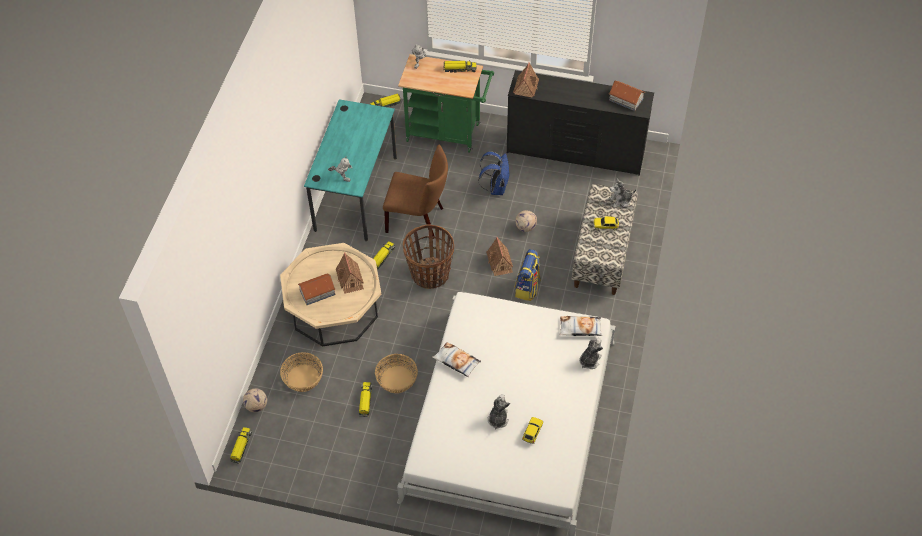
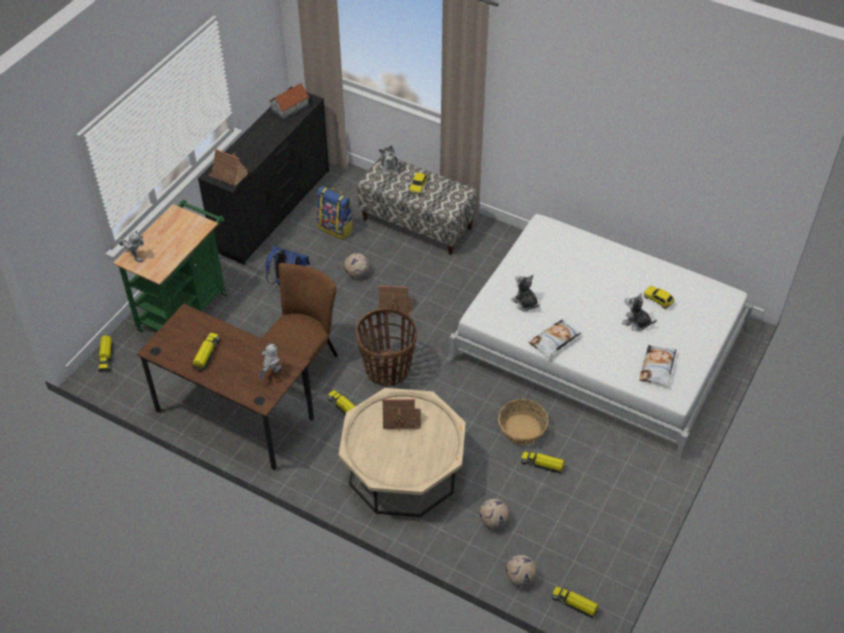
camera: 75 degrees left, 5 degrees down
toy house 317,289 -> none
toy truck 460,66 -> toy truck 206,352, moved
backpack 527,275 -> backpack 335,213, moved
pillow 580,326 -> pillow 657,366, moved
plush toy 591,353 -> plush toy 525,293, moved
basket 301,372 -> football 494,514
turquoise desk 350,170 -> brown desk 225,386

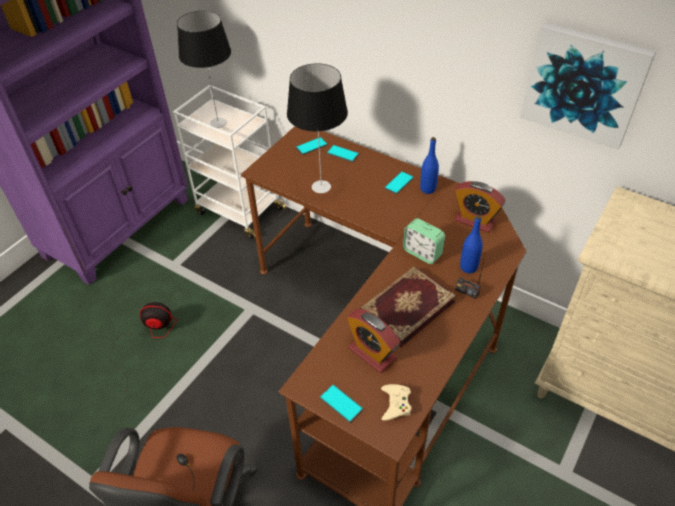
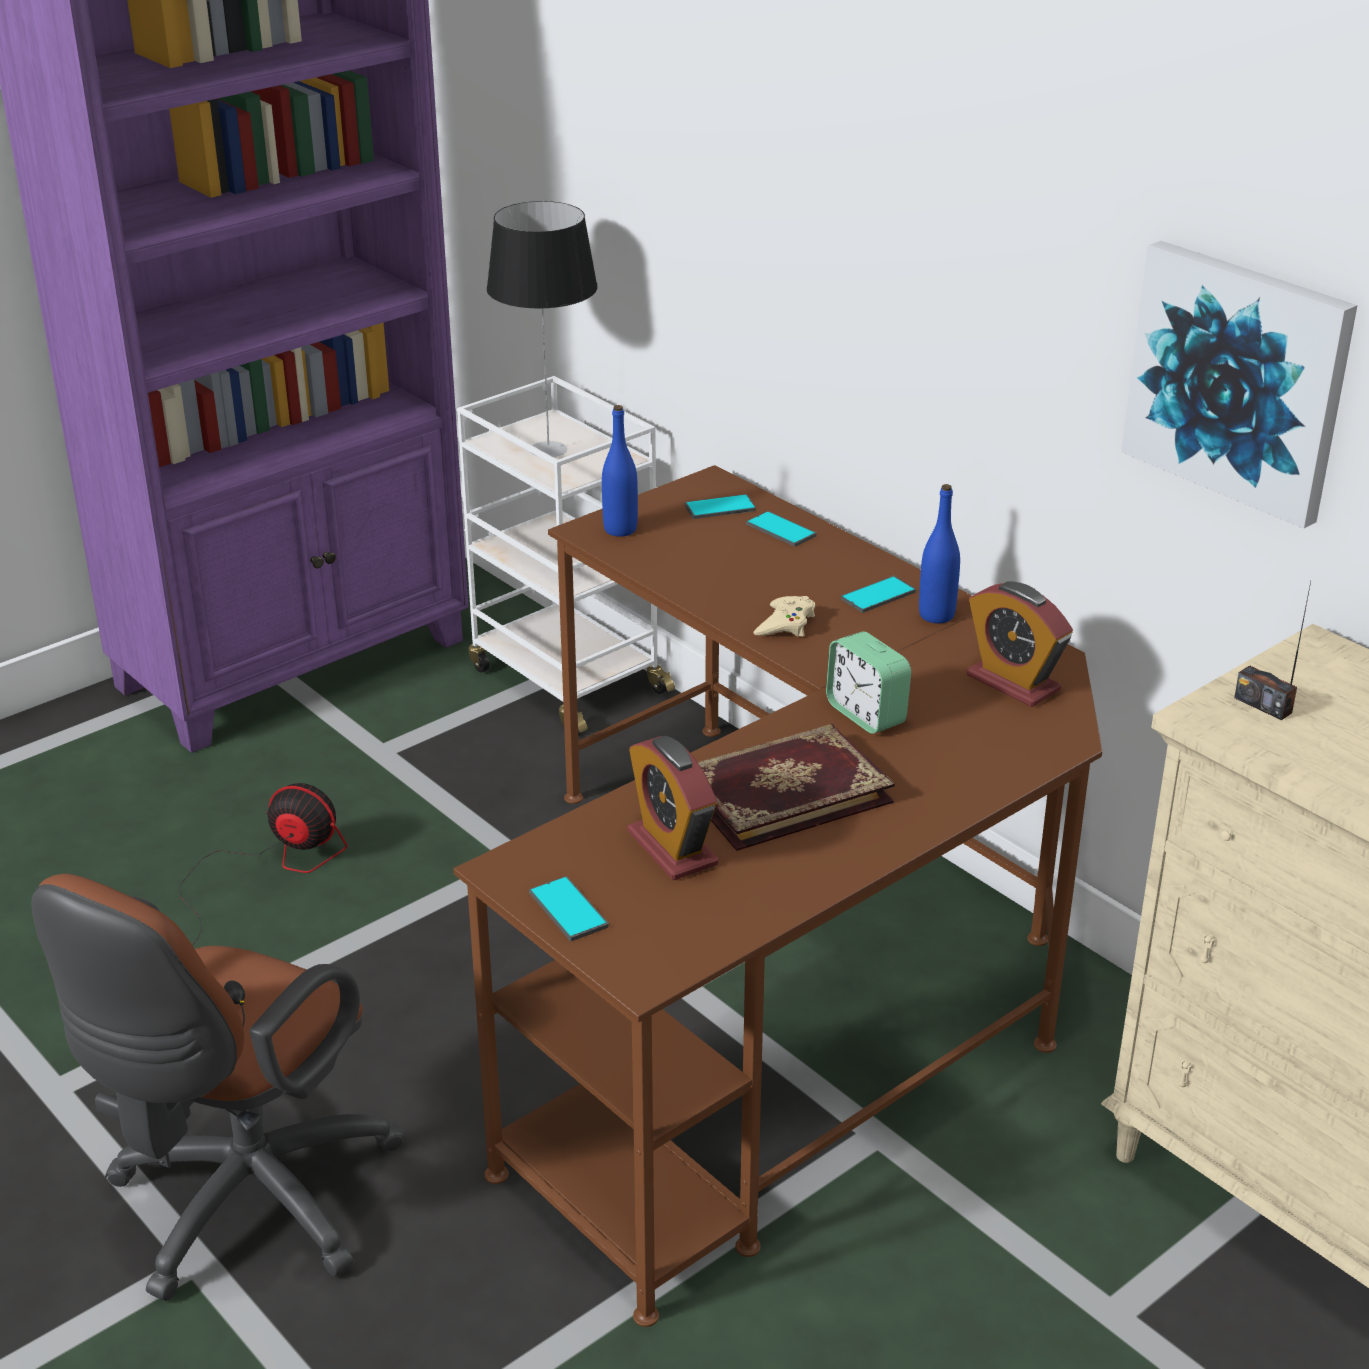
camera: 15 degrees right, 15 degrees down
table lamp 317,128 -> none
beige game controller 396,402 -> beige game controller 784,616, moved
radio 470,275 -> radio 1272,651, moved
blue bottle 471,244 -> blue bottle 620,471, moved

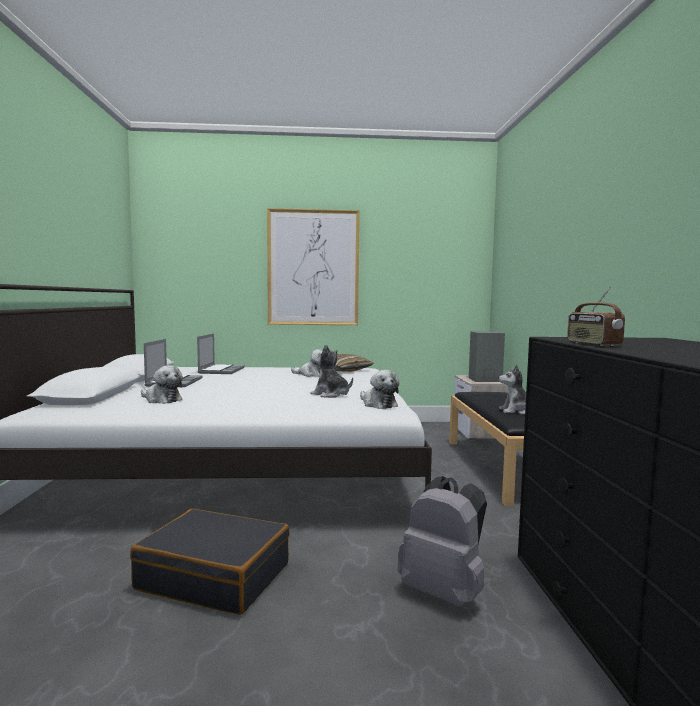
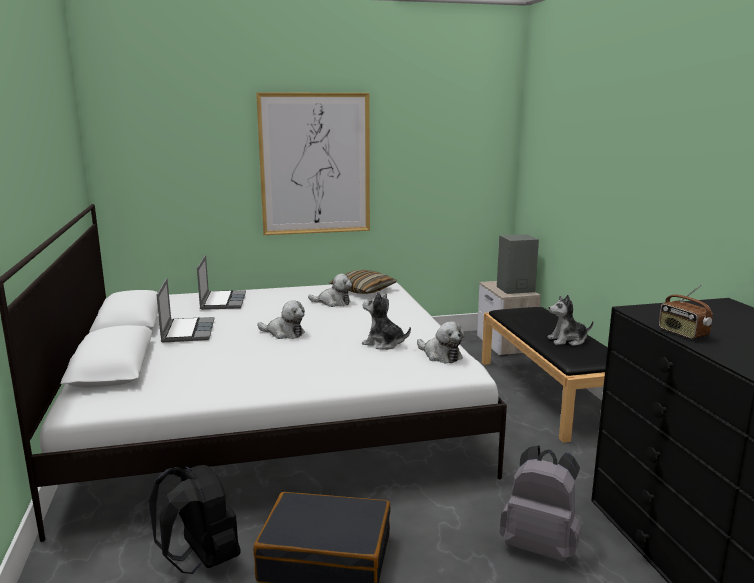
camera: 10 degrees left, 10 degrees up
none -> black backpack 195,519
plush toy 162,384 -> plush toy 281,319, moved

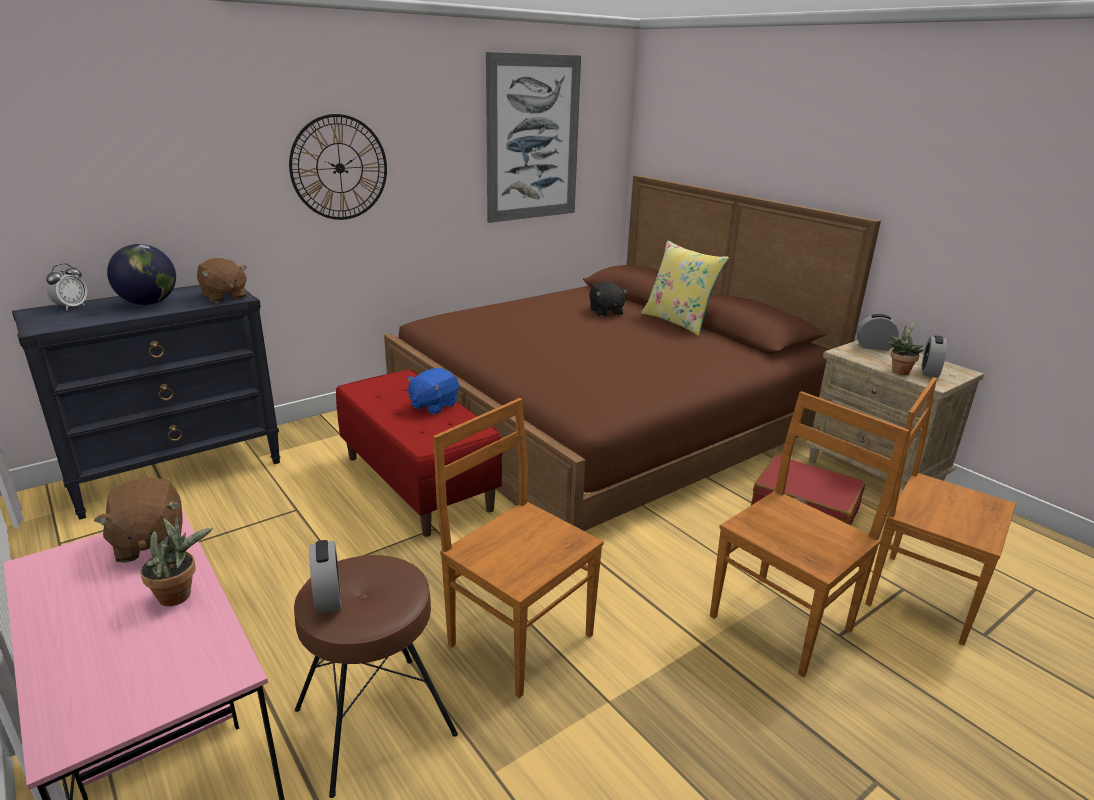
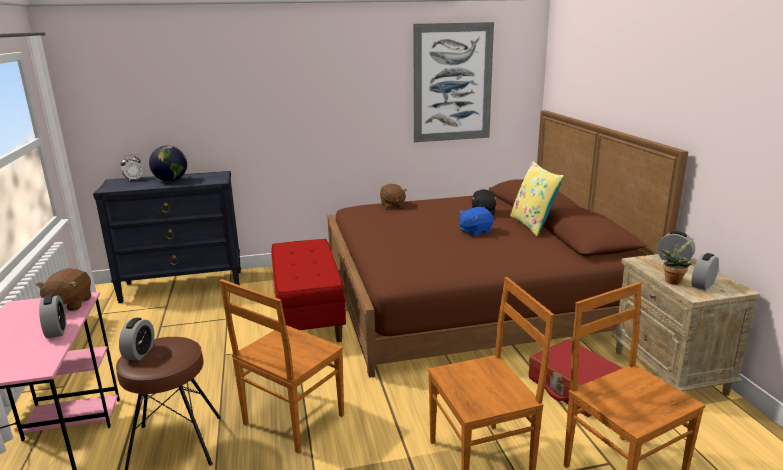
camera: 25 degrees right, 5 degrees down
wall clock 338,167 -> none
brown plush toy 222,280 -> brown plush toy 393,196, moved
blue plush toy 433,391 -> blue plush toy 476,221, moved
potted plant 176,561 -> alarm clock 52,316
brown chair 518,548 -> brown chair 282,366, 120 degrees counterclockwise

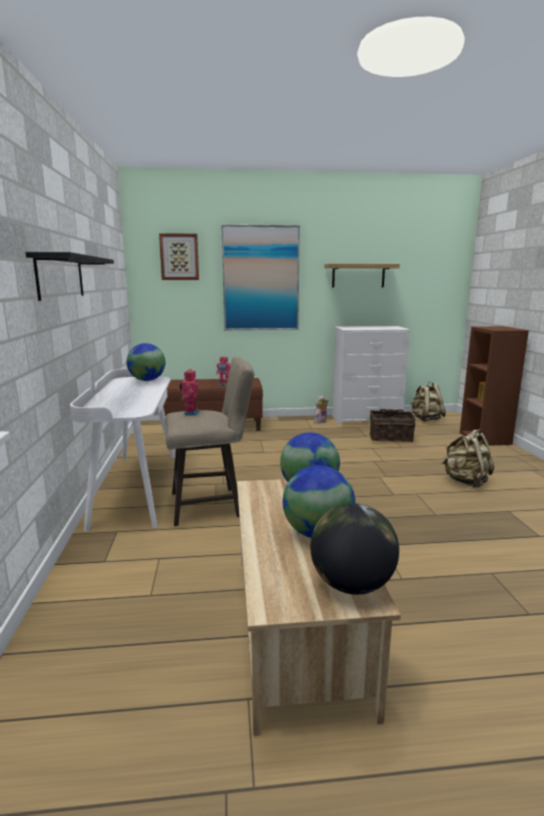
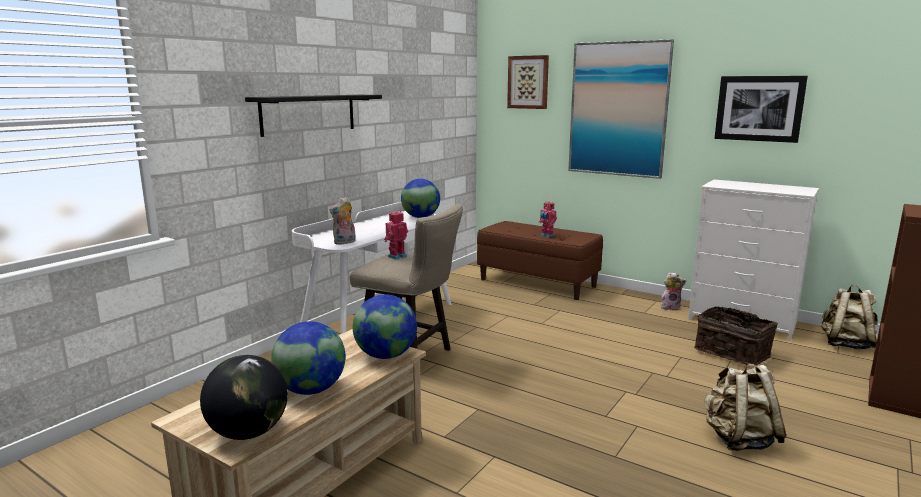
camera: 40 degrees right, 0 degrees up
none -> plush toy 343,221
shelf 362,276 -> picture 761,109

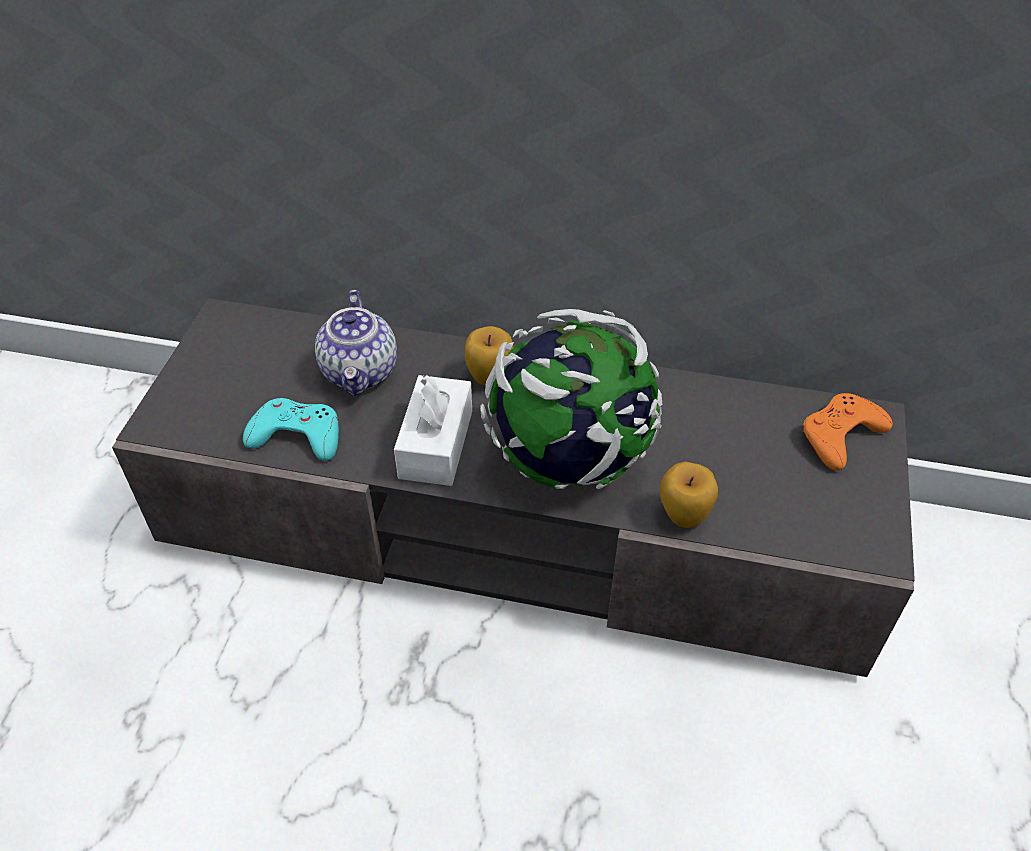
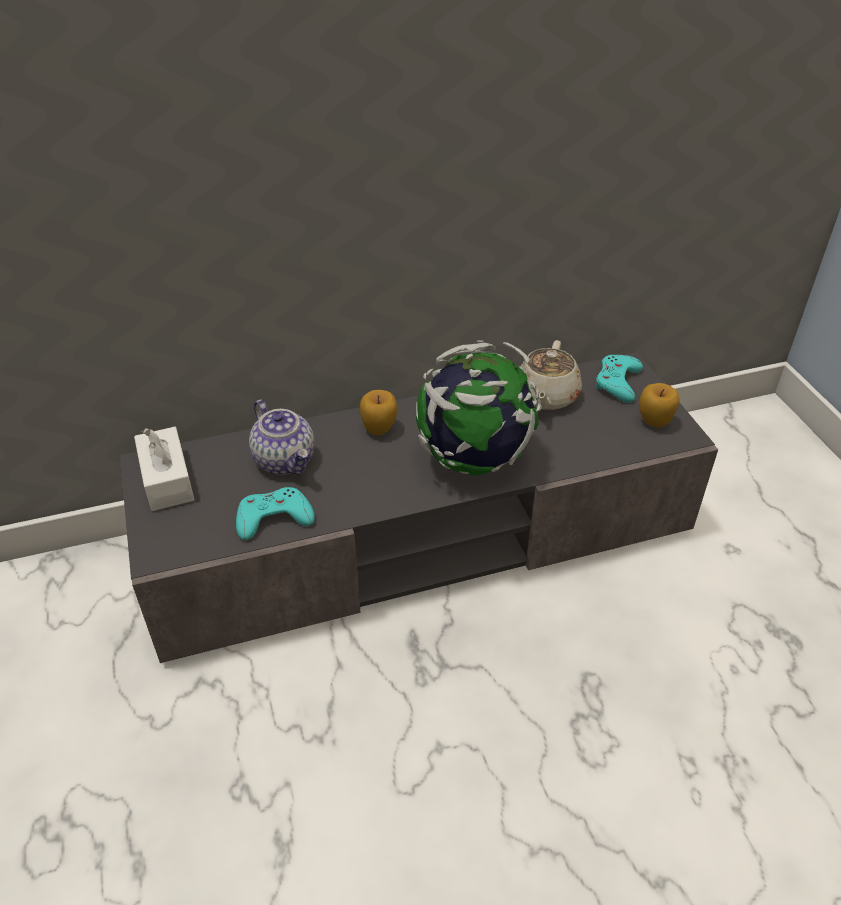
camera: 30 degrees left, 5 degrees down
none -> beige teapot 551,375
white tissue box 433,430 -> white tissue box 164,469, moved
apple 689,494 -> apple 659,405, moved
orange game controller 848,432 -> turquoise game controller 619,379

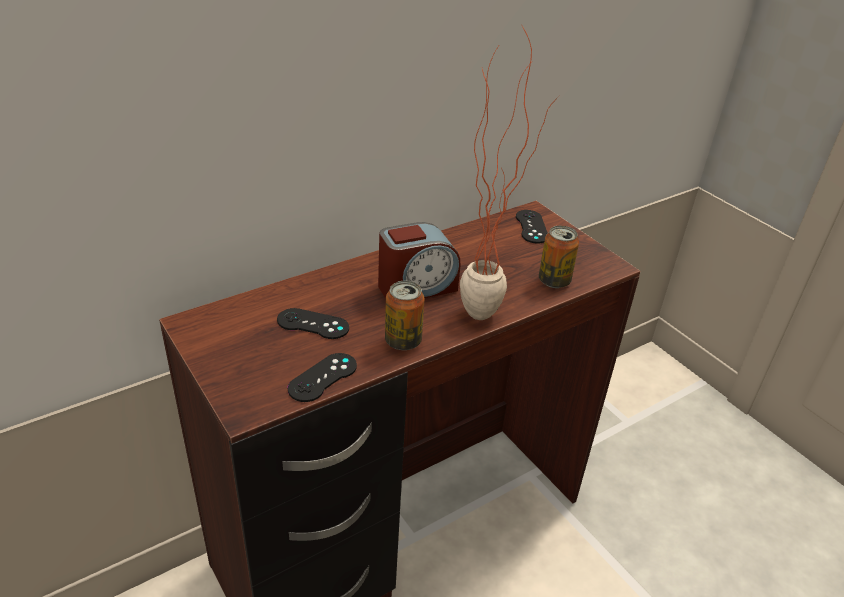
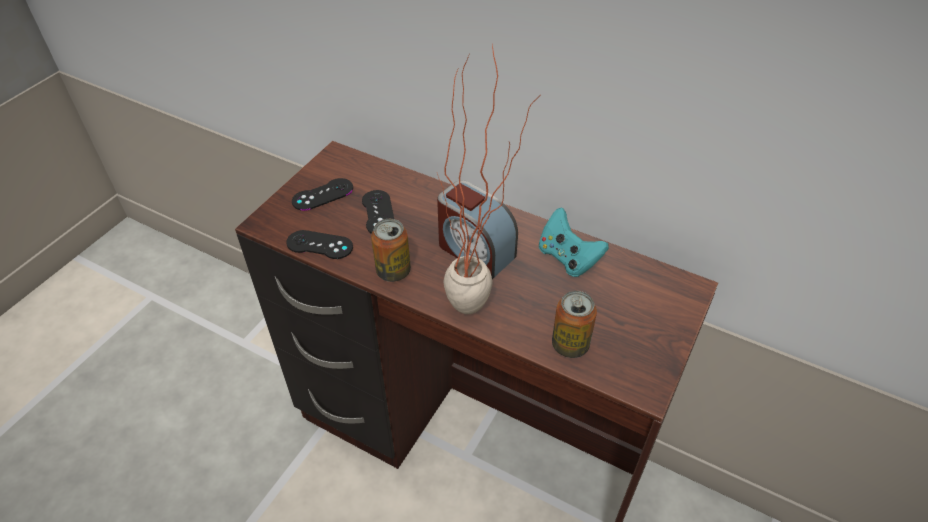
camera: 65 degrees right, 10 degrees up
none -> turquoise game controller 574,242
black game controller 532,227 -> black game controller 322,194, moved

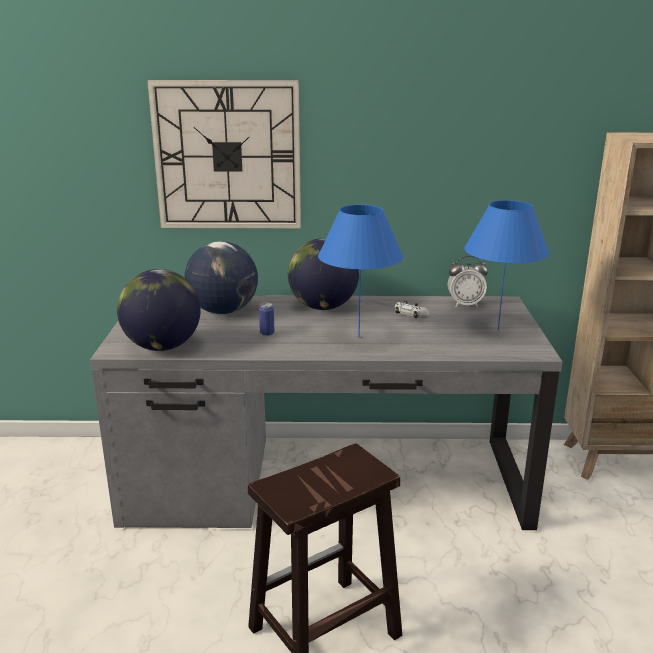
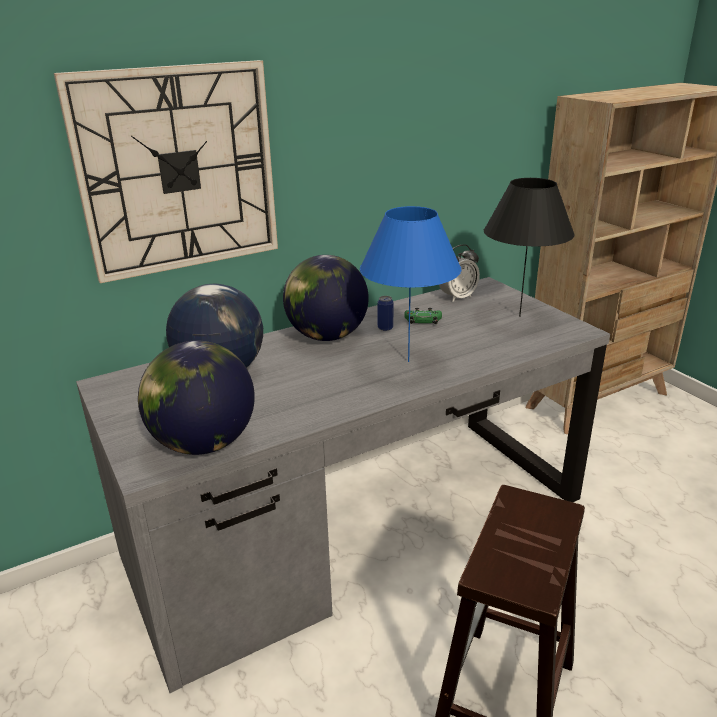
camera: 30 degrees left, 5 degrees up
can 266,319 -> can 385,313, moved
white game controller 412,309 -> green game controller 423,316
blue table lamp 507,265 -> black table lamp 529,247

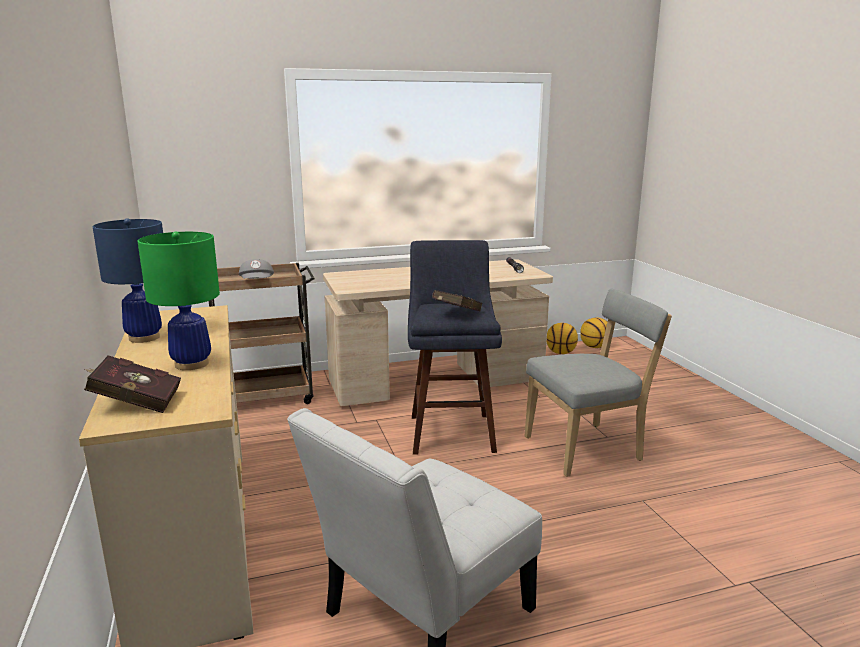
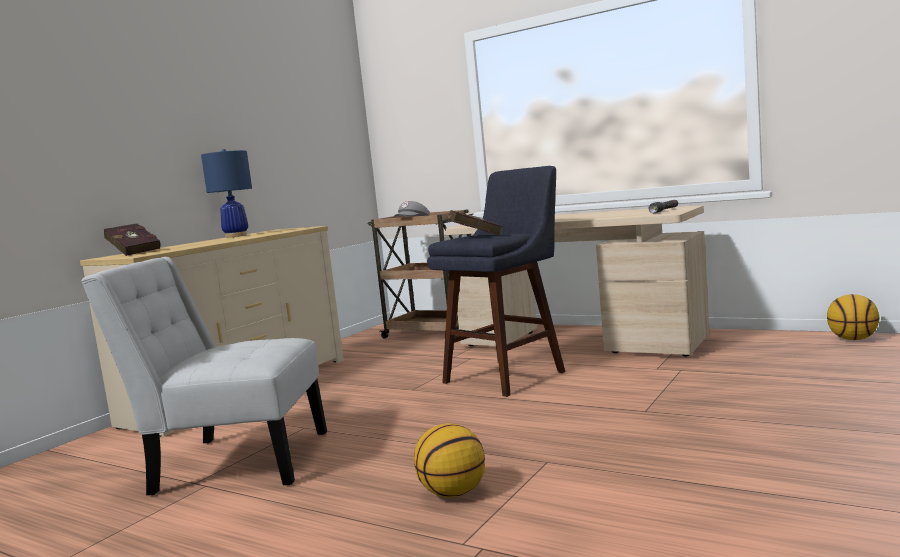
camera: 50 degrees right, 10 degrees down
green table lamp 179,301 -> none
grey chair 598,383 -> none
basketball 562,338 -> basketball 449,460, moved

